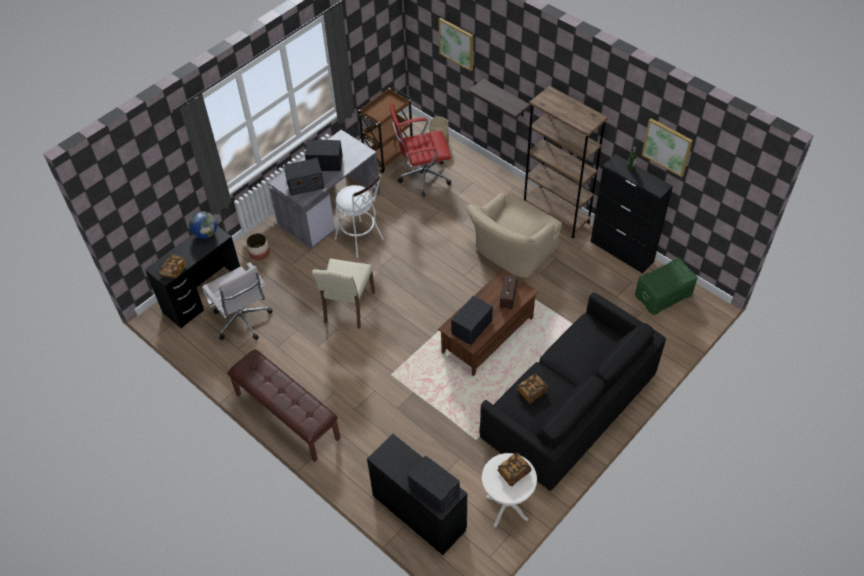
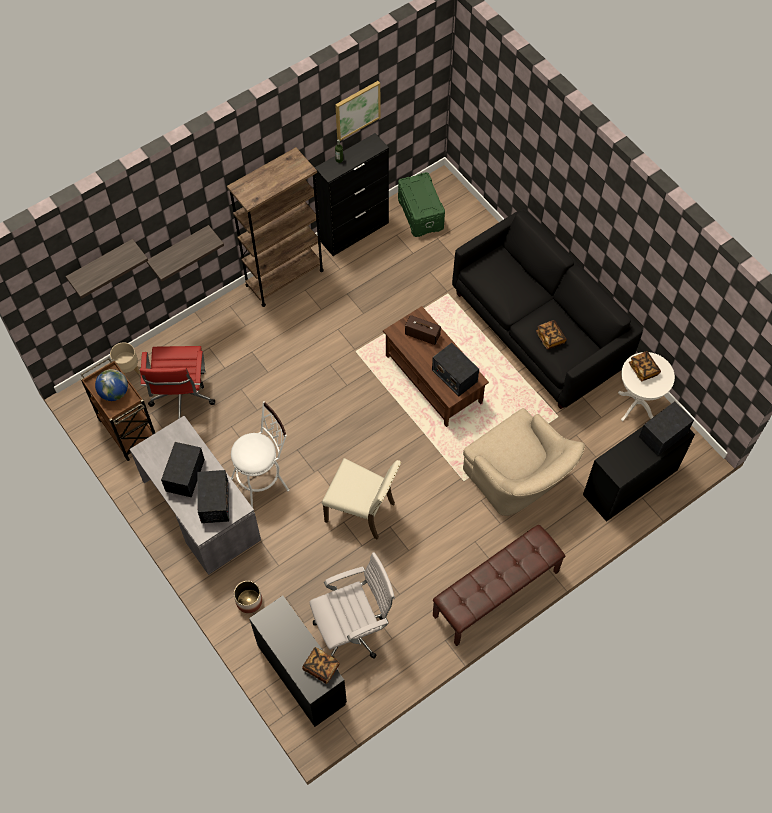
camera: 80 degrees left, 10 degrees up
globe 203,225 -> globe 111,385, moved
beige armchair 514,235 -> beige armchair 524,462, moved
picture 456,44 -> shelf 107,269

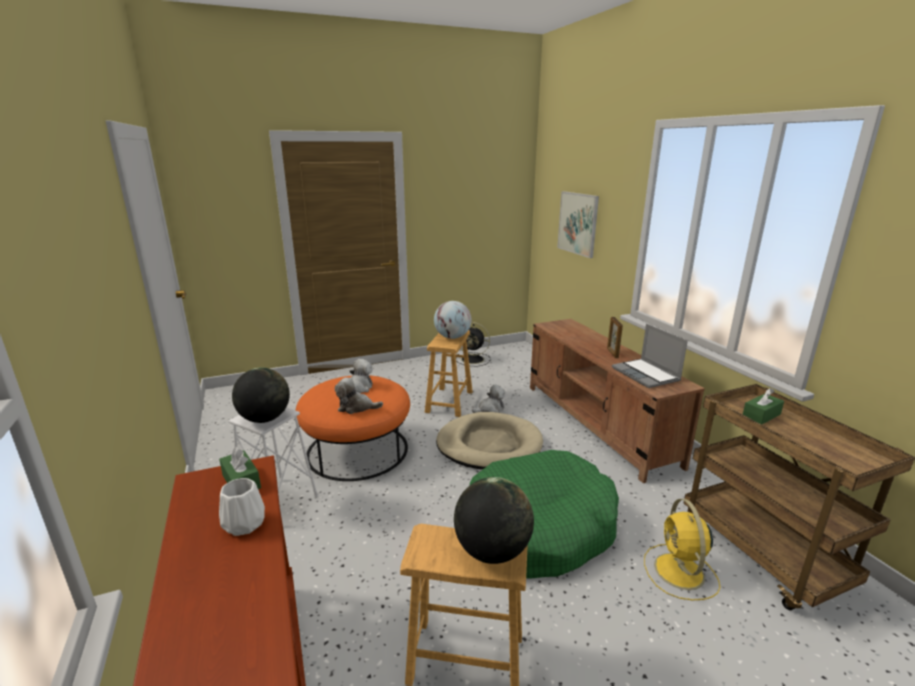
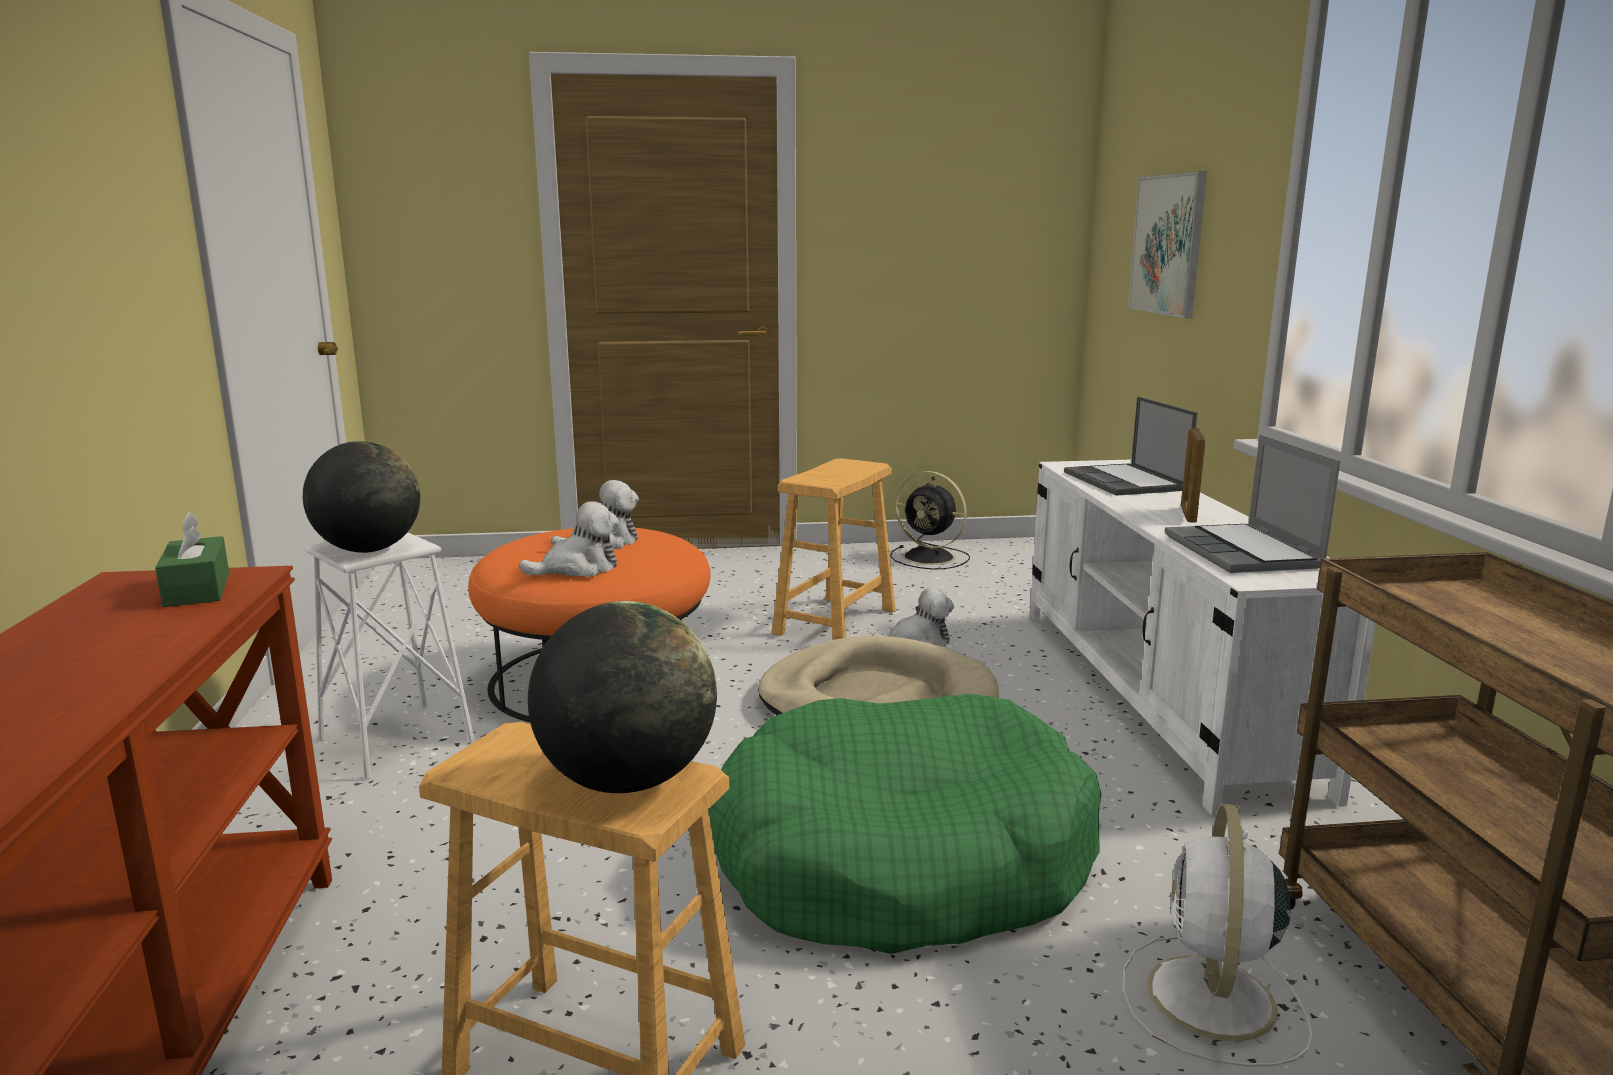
camera: 15 degrees right, 5 degrees down
white vase 242,507 -> none
globe 452,320 -> none
green tissue box 763,406 -> none
none -> laptop 1130,446
brown tv stand 617,401 -> white tv stand 1203,637
yellow fan 682,549 -> white fan 1217,935
plush toy 359,395 -> plush toy 569,539, 135 degrees clockwise

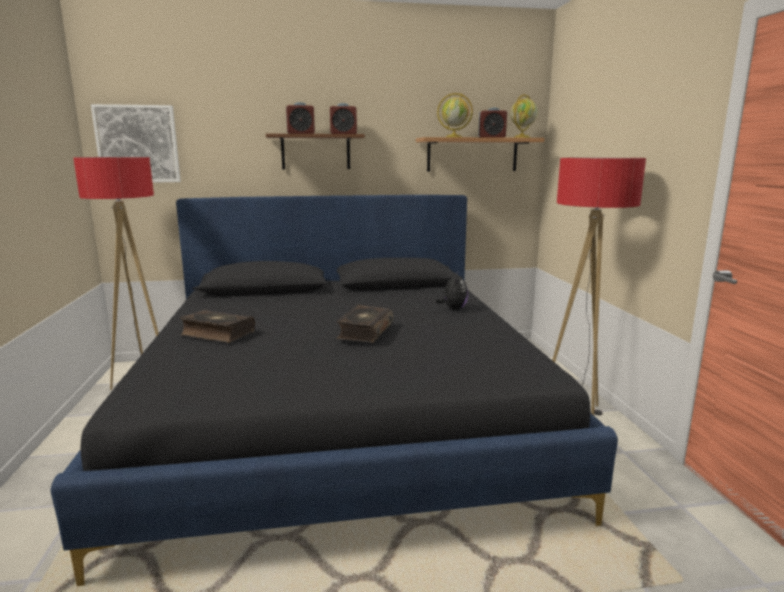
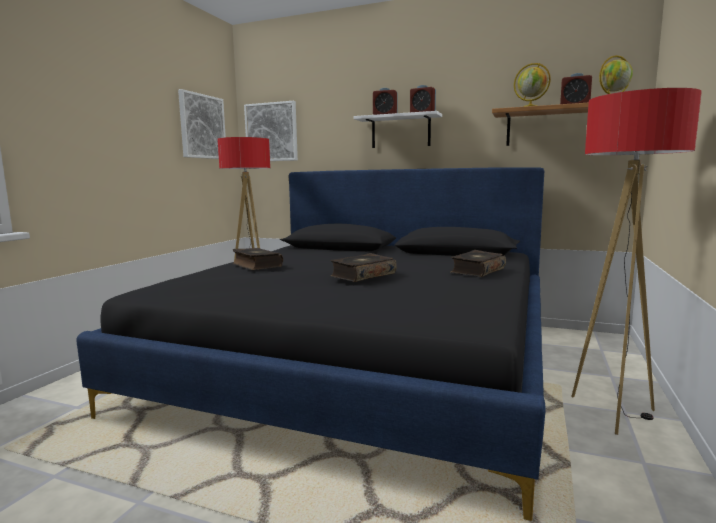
camera: 30 degrees right, 5 degrees down
none -> picture 202,124
plush toy 452,291 -> book 478,263
brown shelf 315,151 -> white shelf 397,129

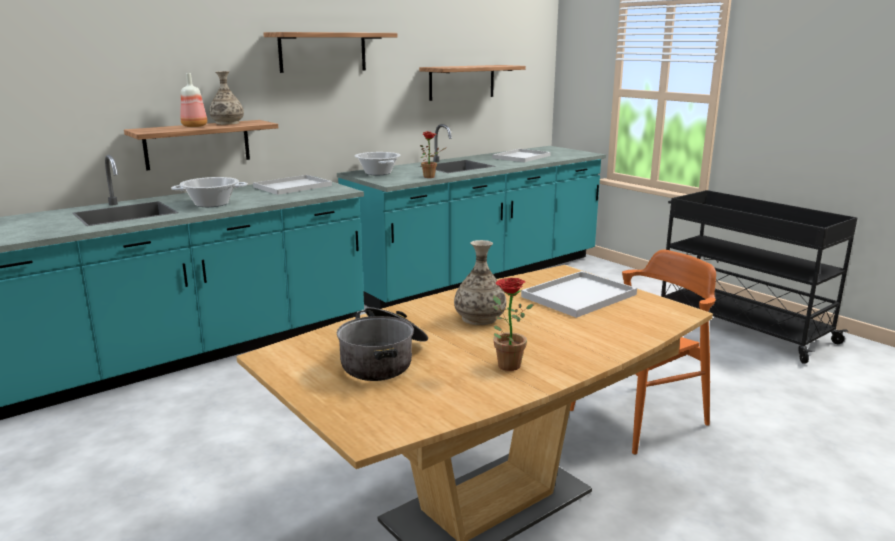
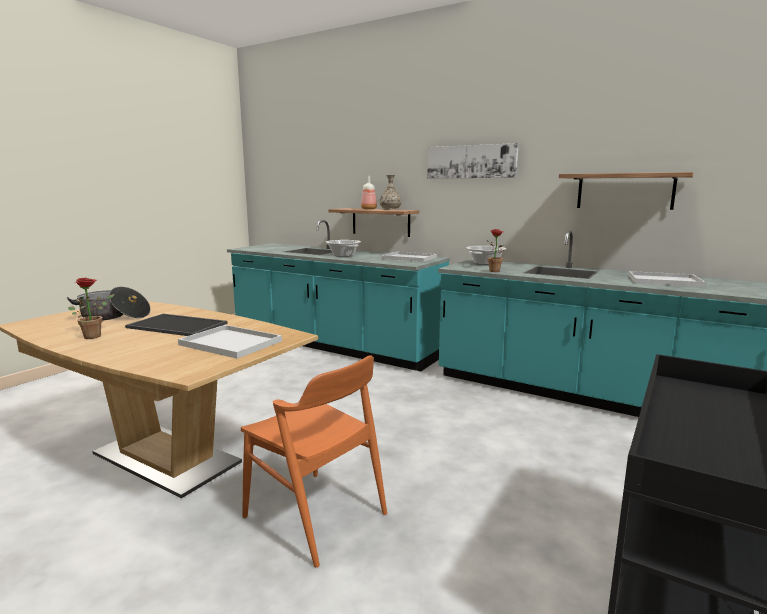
camera: 70 degrees right, 5 degrees down
shelf 330,52 -> picture 473,161
vase 480,282 -> tray 176,325

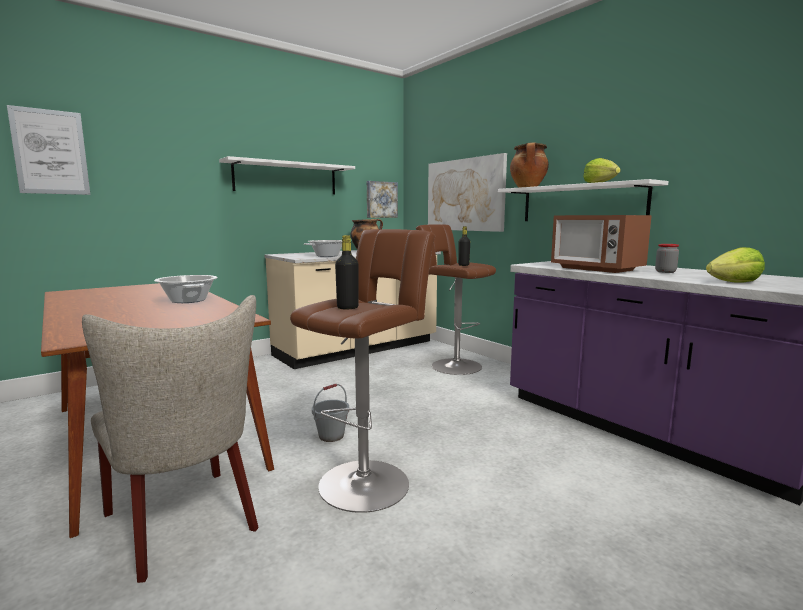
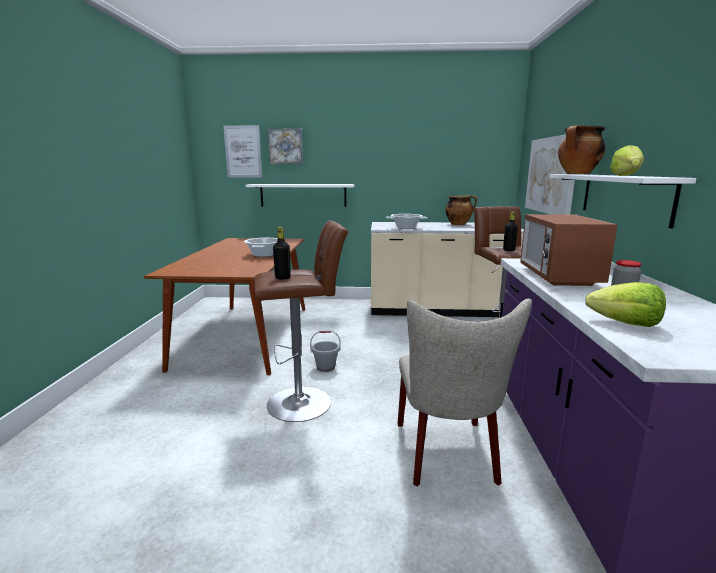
camera: 40 degrees right, 5 degrees up
beige chair 170,439 -> beige chair 464,392, moved
white shelf 287,175 -> white shelf 300,195, moved
picture 382,199 -> picture 285,146, moved

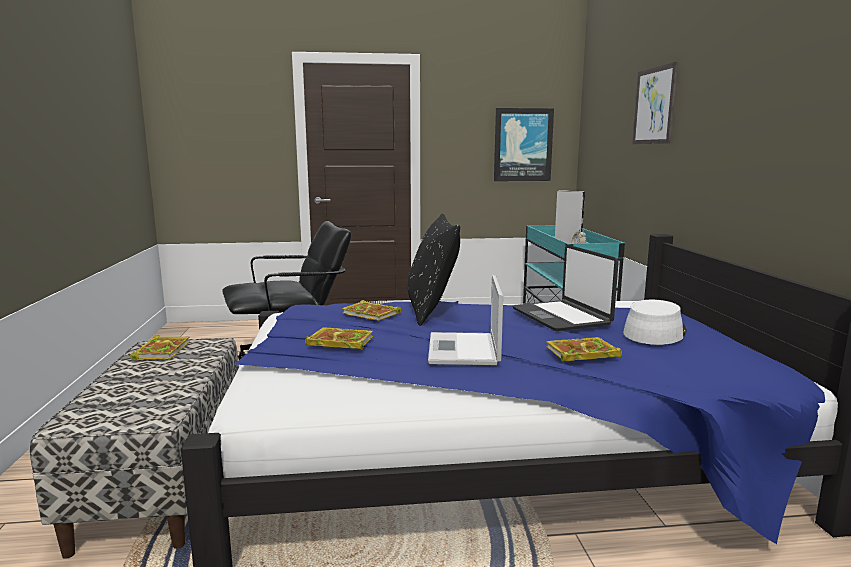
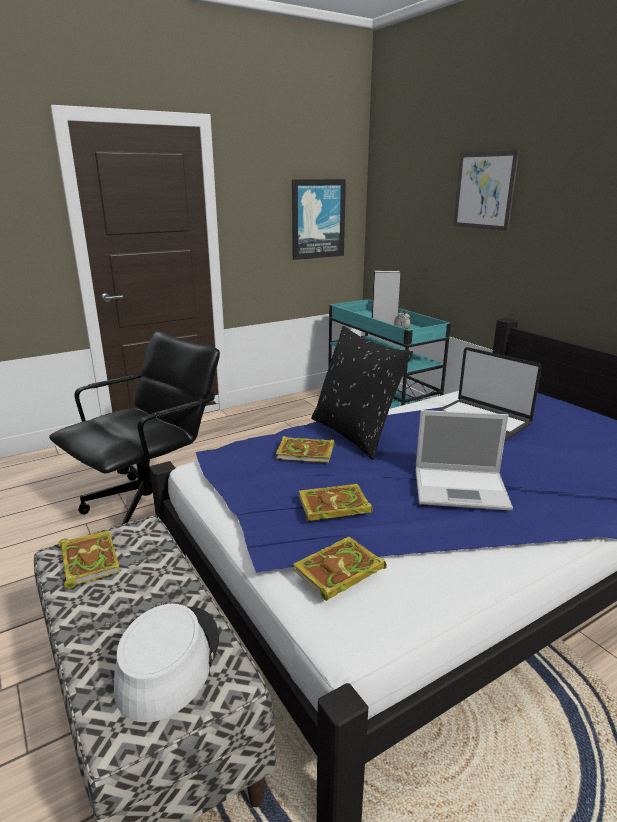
camera: 25 degrees left, 10 degrees up
book 584,349 -> book 340,569, moved
white hat 655,322 -> white hat 166,663, moved
laptop 465,320 -> laptop 464,460, 60 degrees counterclockwise

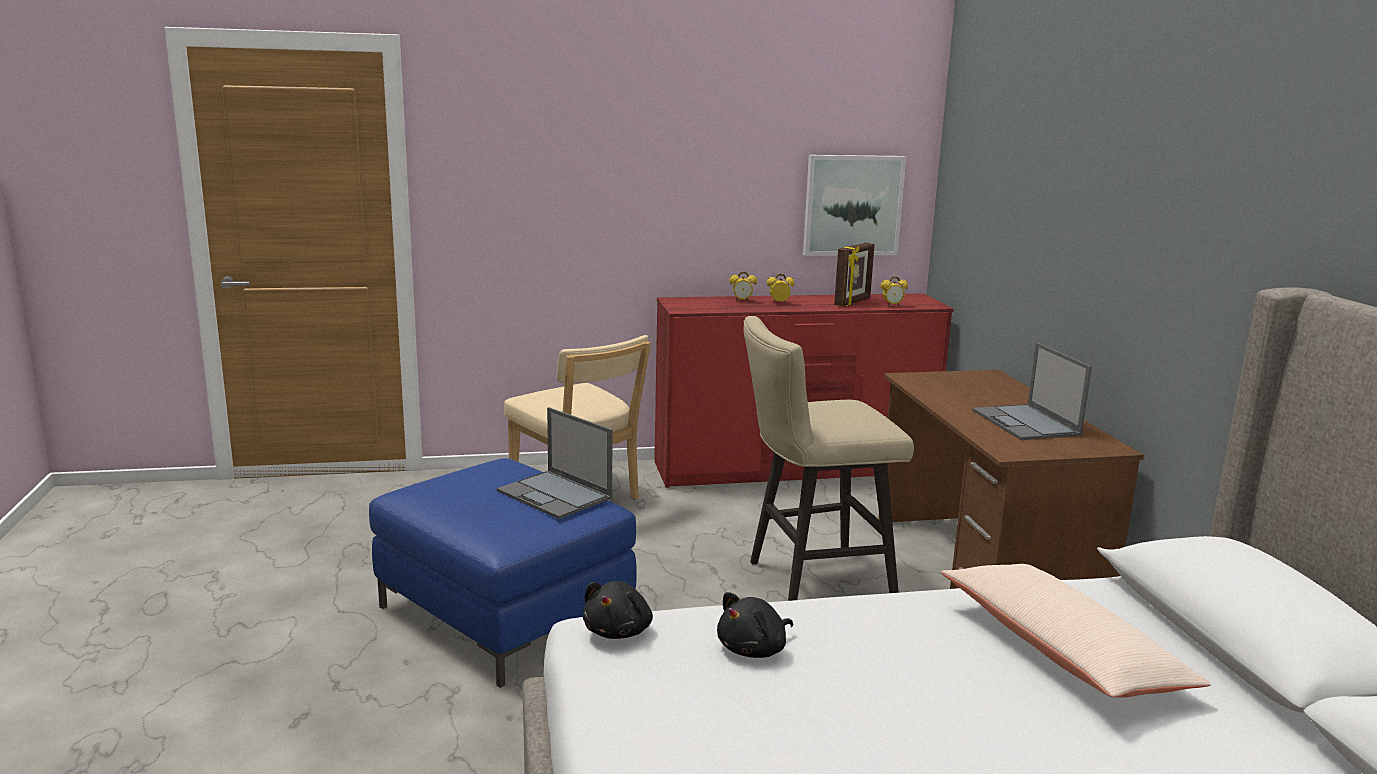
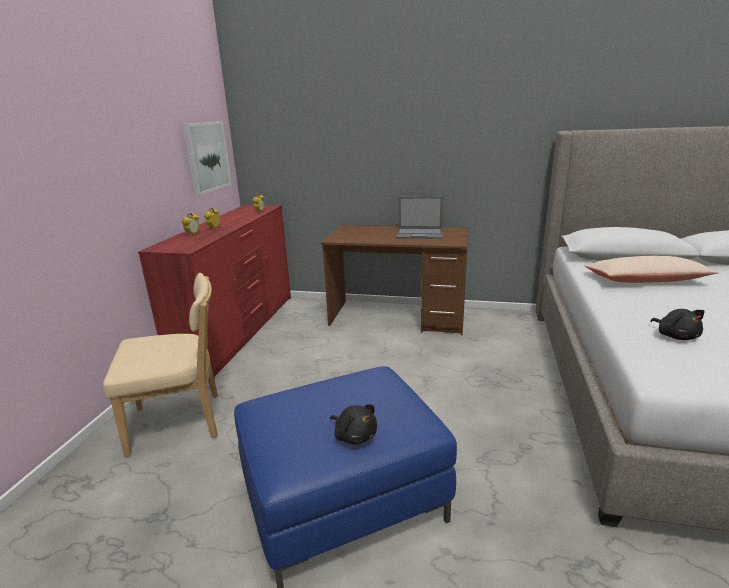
camera: 65 degrees left, 5 degrees up
laptop 555,463 -> none
beige stool 829,458 -> none
picture frame 854,274 -> none
black plush toy 618,610 -> black plush toy 353,424, moved

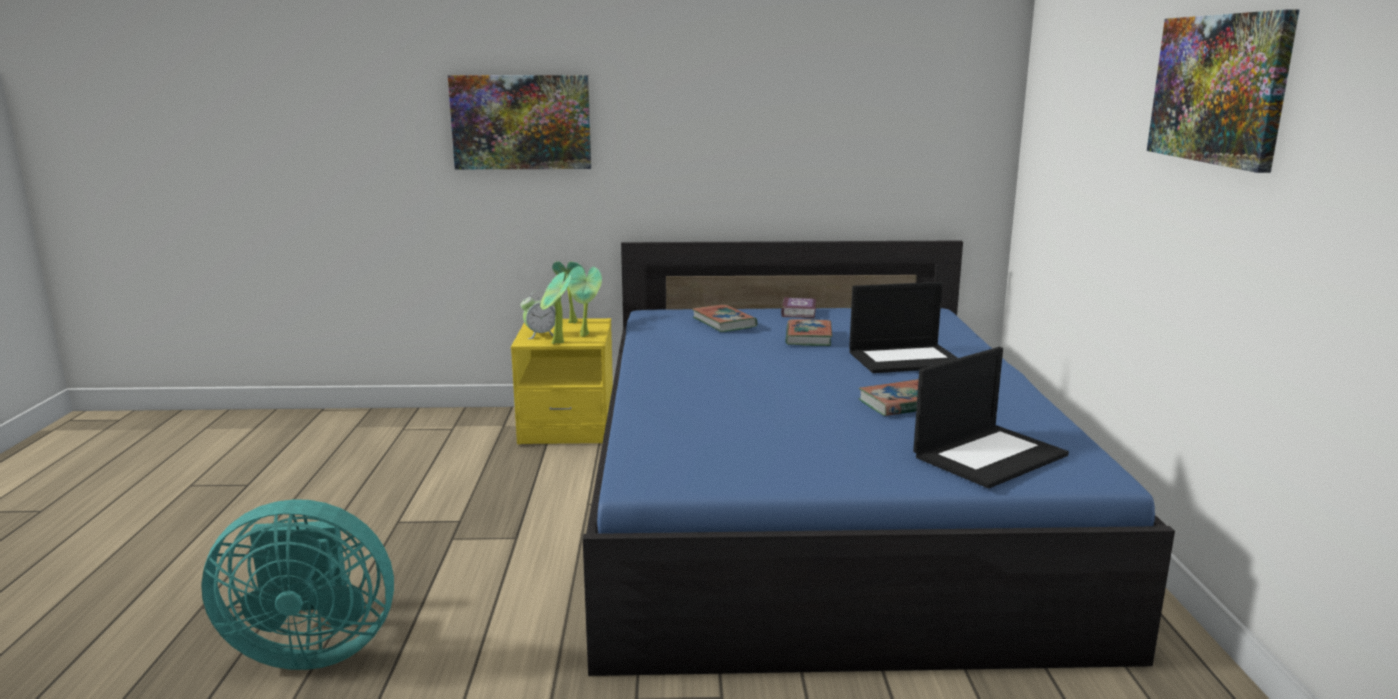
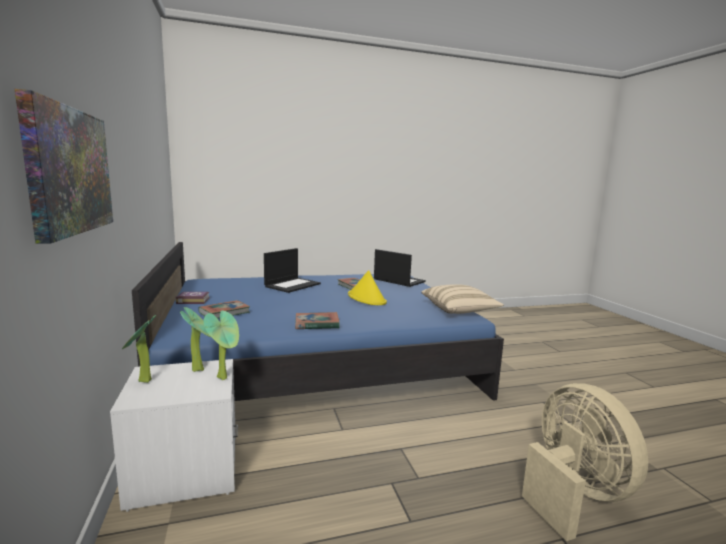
camera: 105 degrees left, 5 degrees down
alarm clock 538,315 -> none
picture 1223,91 -> none
none -> yellow hat 367,287
none -> beige pillow 462,299
book 809,332 -> book 317,320, moved
turquoise fan 297,584 -> beige fan 585,462
yellow nightstand 562,381 -> white nightstand 174,435
laptop 903,327 -> laptop 292,270, 60 degrees clockwise

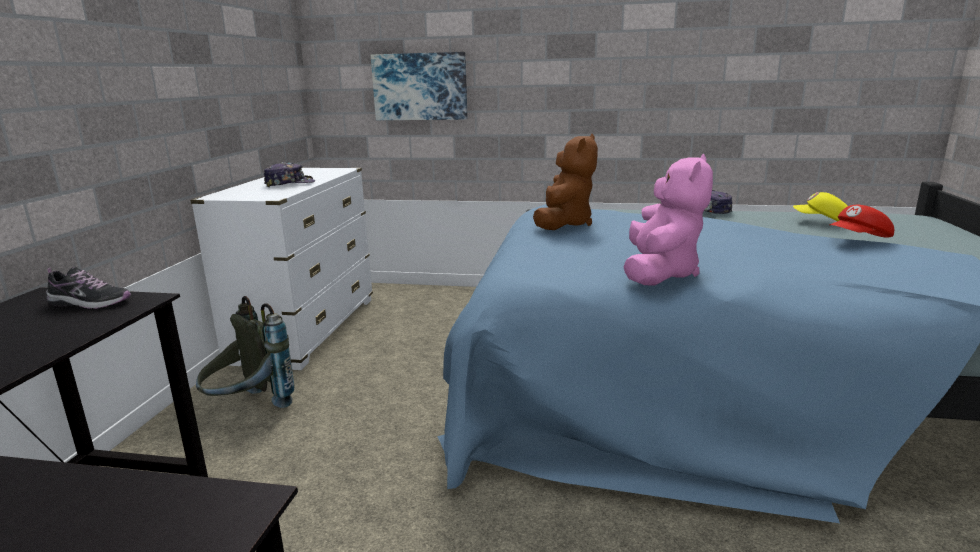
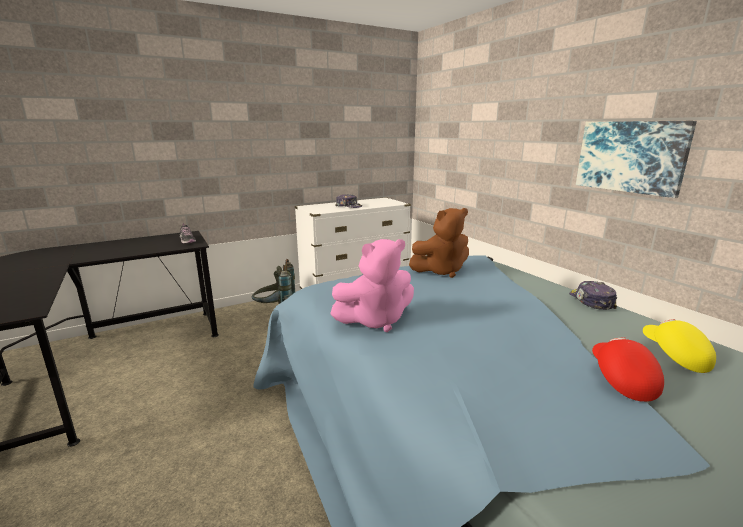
camera: 50 degrees right, 0 degrees up
picture 419,86 -> picture 636,159, moved
red cap 861,221 -> red cap 628,370, 60 degrees clockwise

